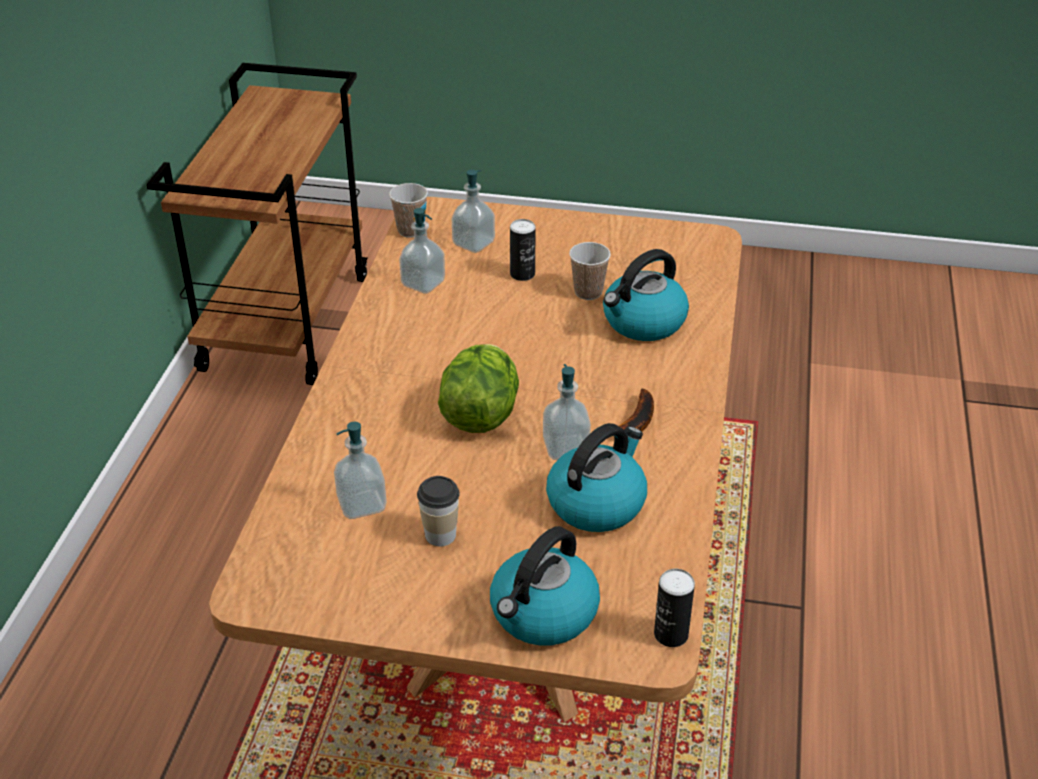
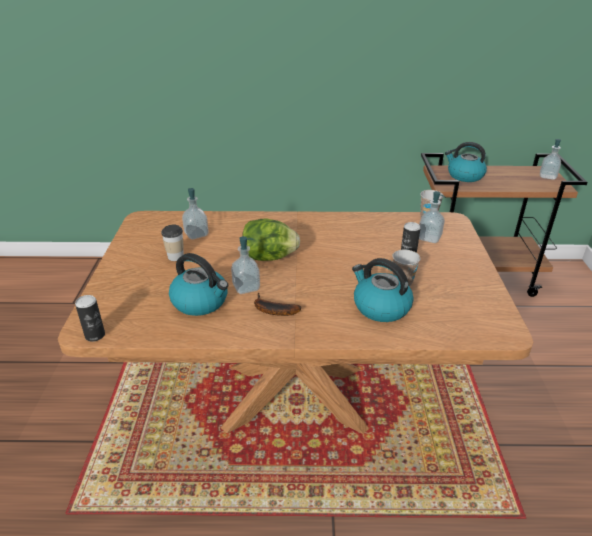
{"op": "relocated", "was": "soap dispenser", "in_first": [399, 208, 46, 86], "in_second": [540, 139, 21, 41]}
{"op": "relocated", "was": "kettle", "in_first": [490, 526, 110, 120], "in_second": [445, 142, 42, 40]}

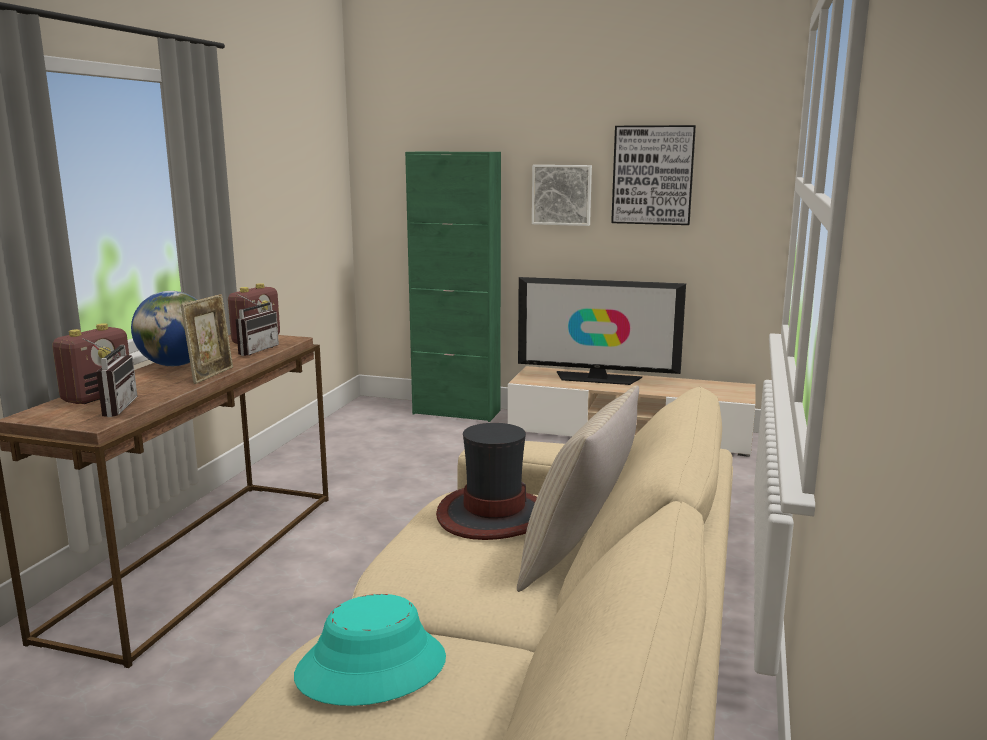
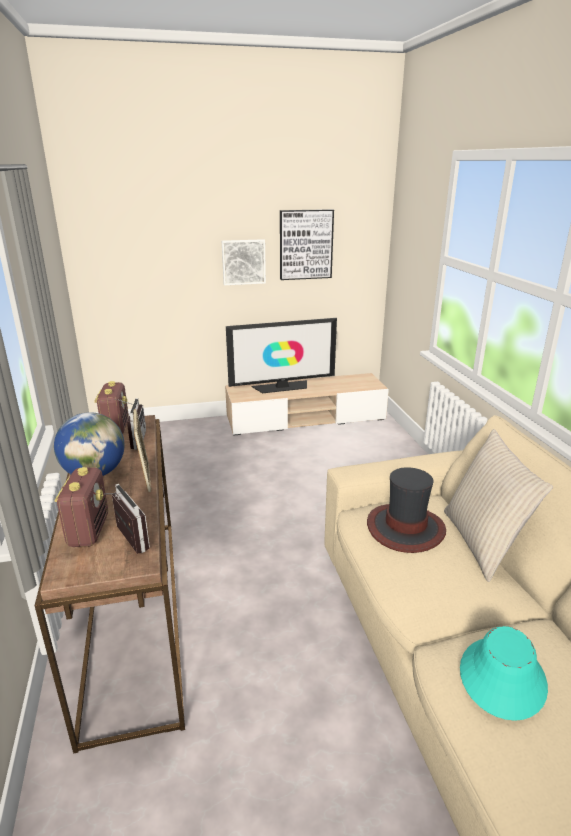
{"op": "missing", "was": "storage cabinet in greenish", "in_first": [405, 151, 96, 271]}

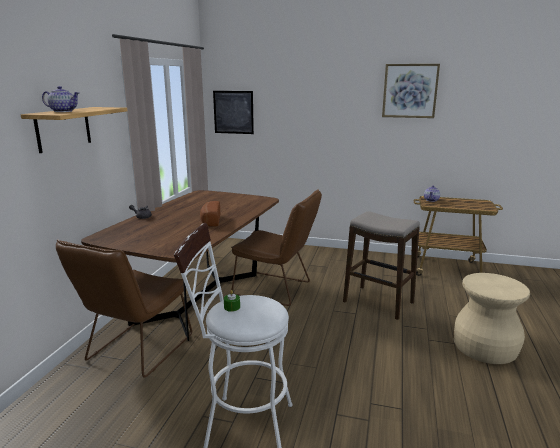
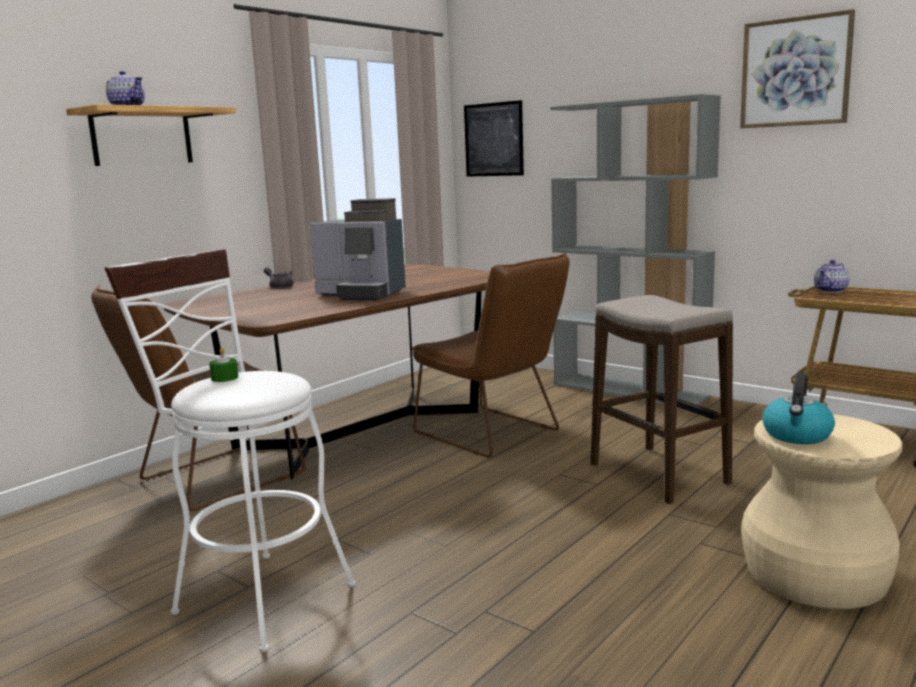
{"op": "appeared", "now": "bookcase in grey", "in_second": [550, 94, 171, 311]}
{"op": "appeared", "now": "kettle", "in_second": [762, 373, 73, 71]}
{"op": "exchanged", "was": "bakery bread", "now": "coffee maker", "in_first": [200, 201, 20, 26], "in_second": [310, 198, 96, 103]}

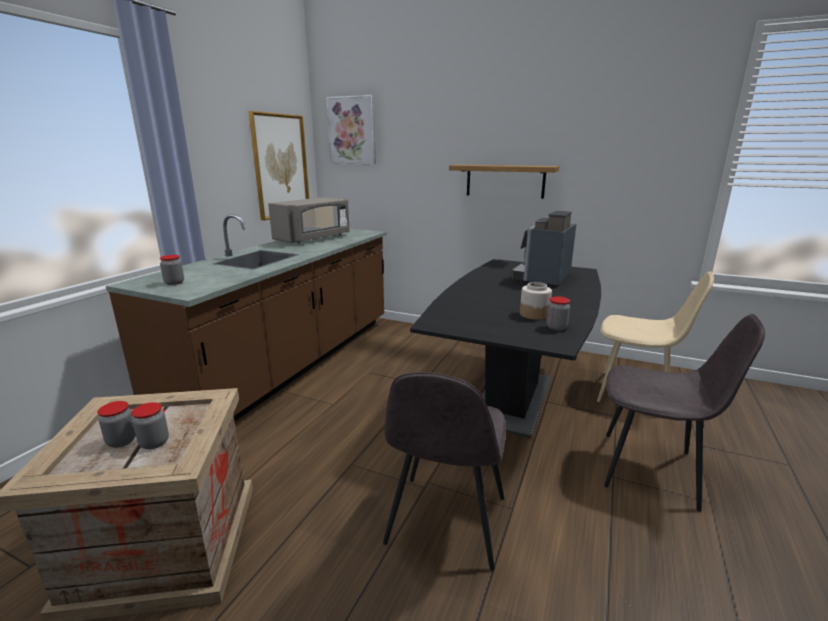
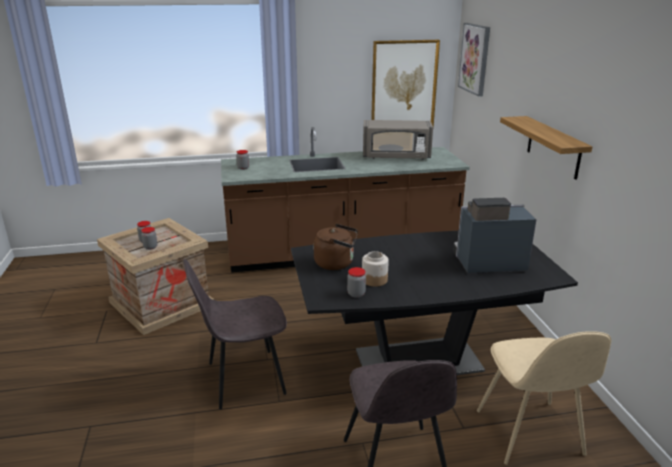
{"op": "appeared", "now": "kettle in brownish", "in_second": [314, 224, 44, 46]}

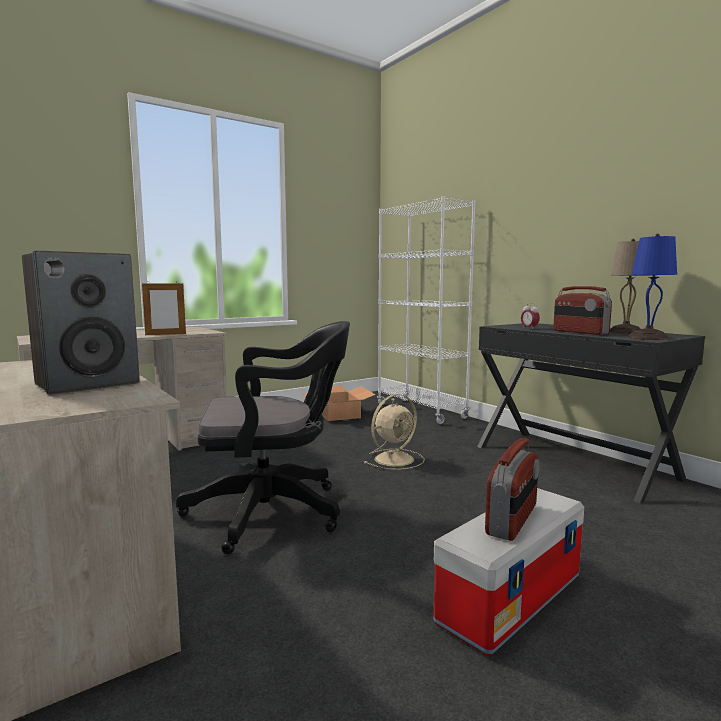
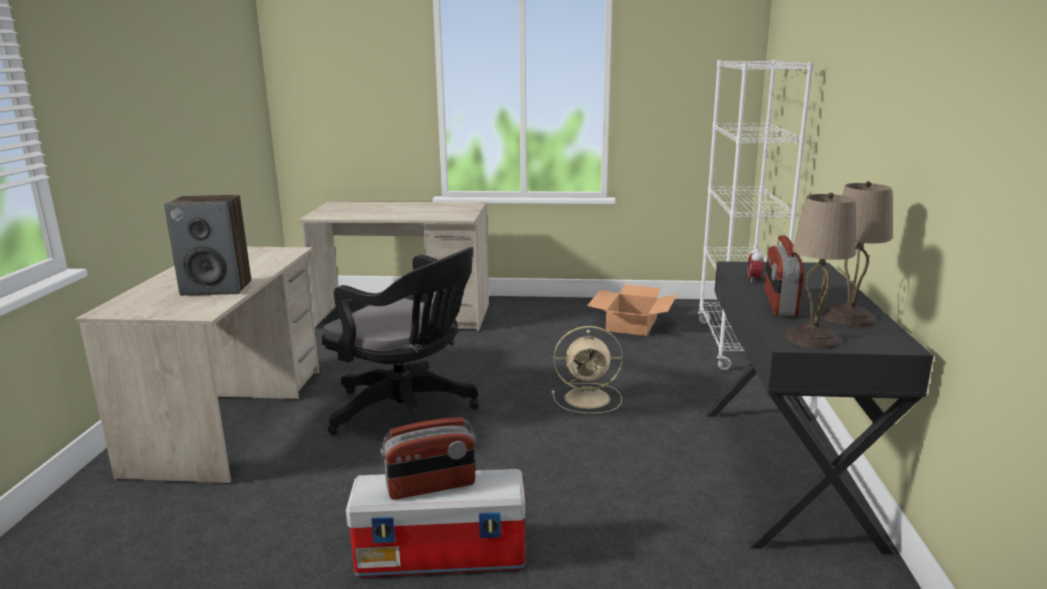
{"op": "missing", "was": "standing frame", "in_first": [142, 283, 44, 52]}
{"op": "colour", "was": "lamp for a table in blue", "now": "lamp for a table in beige-coloured", "in_first": [628, 234, 49, 106], "in_second": [784, 193, 71, 156]}

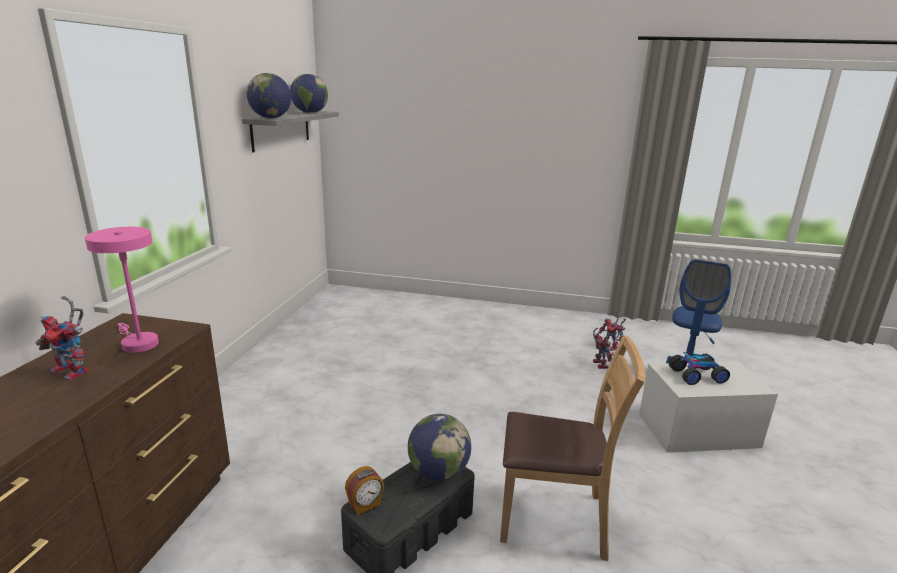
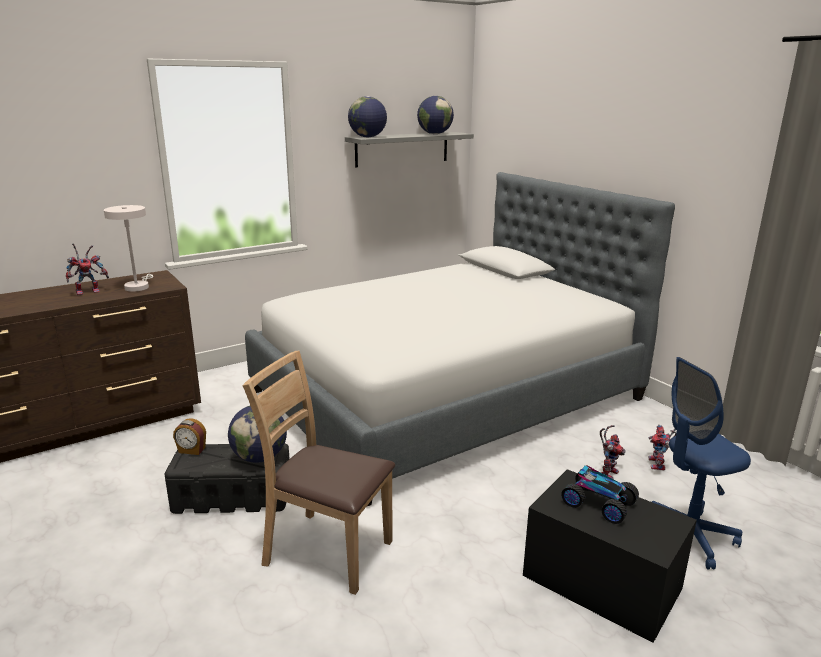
{"op": "appeared", "now": "sleeping bed", "in_second": [245, 172, 430, 334]}
{"op": "colour", "was": "lamp for a table in pink-coloured", "now": "lamp for a table in white-coloured", "in_first": [85, 227, 74, 126], "in_second": [104, 205, 50, 87]}
{"op": "colour", "was": "storage box in white-coloured", "now": "storage box in blackish", "in_first": [639, 361, 139, 92], "in_second": [523, 469, 174, 174]}
{"op": "spun", "was": "robot figure", "in_first": [35, 296, 54, 85], "in_second": [66, 243, 43, 53], "clockwise": -105}
{"op": "spun", "was": "plain chair in brownish", "in_first": [500, 335, 145, 226], "in_second": [243, 351, 152, 244], "clockwise": 150}

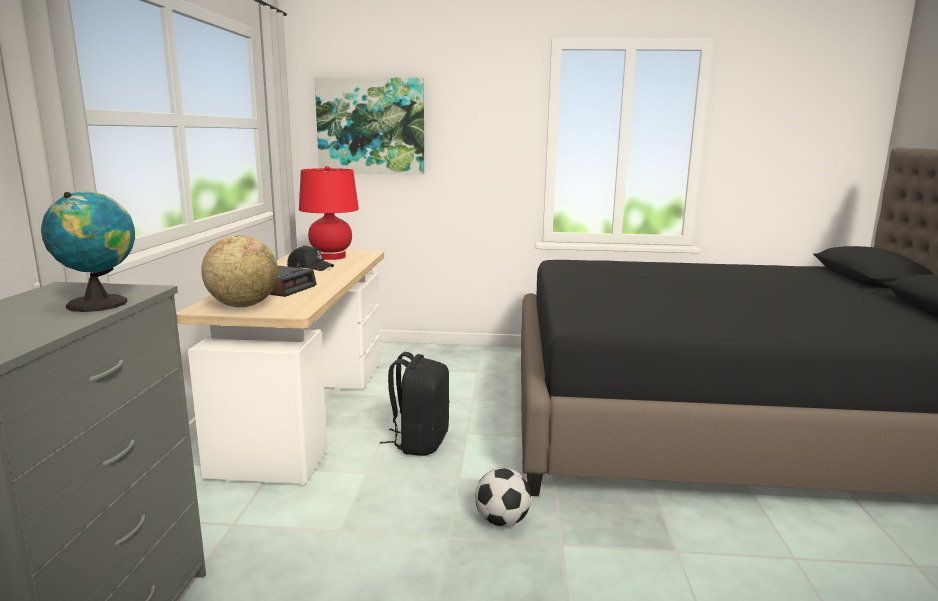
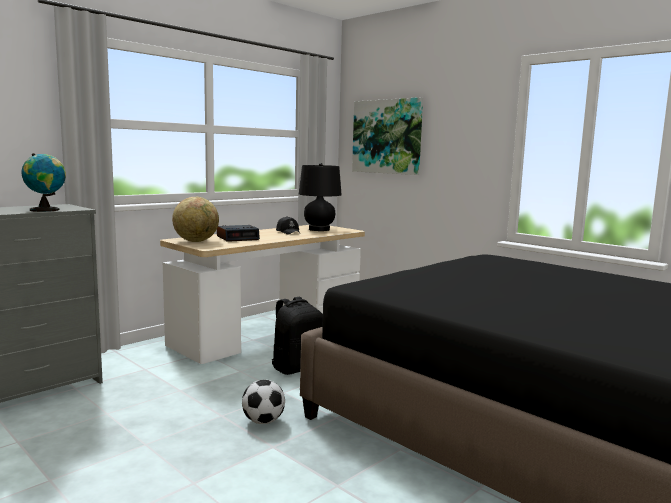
{"op": "colour", "was": "lamp for a table in red-coloured", "now": "lamp for a table in blackish", "in_first": [299, 166, 60, 94], "in_second": [299, 163, 43, 68]}

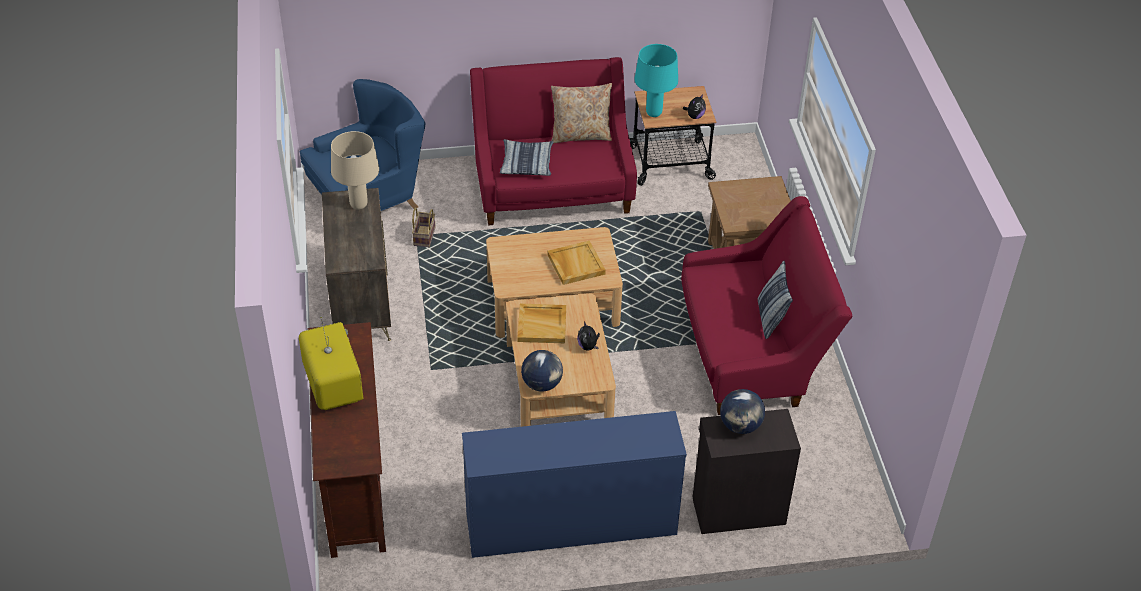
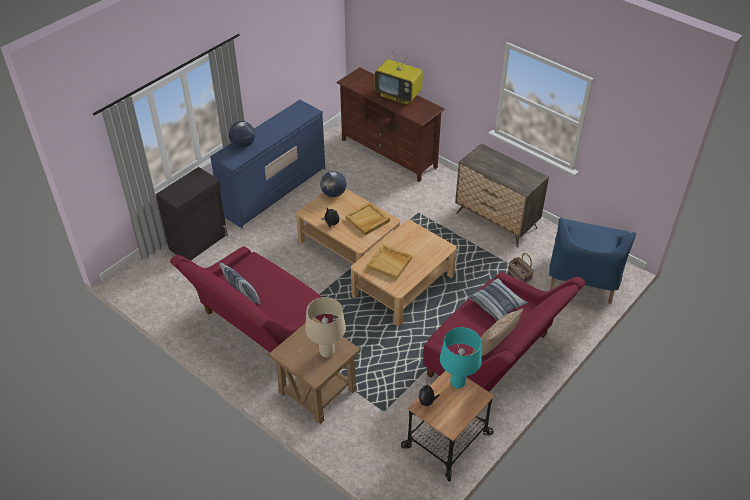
{"op": "relocated", "was": "lamp for a table in beige-coloured", "in_first": [331, 131, 48, 79], "in_second": [305, 297, 41, 61]}
{"op": "relocated", "was": "world globe", "in_first": [720, 389, 45, 45], "in_second": [229, 121, 26, 27]}

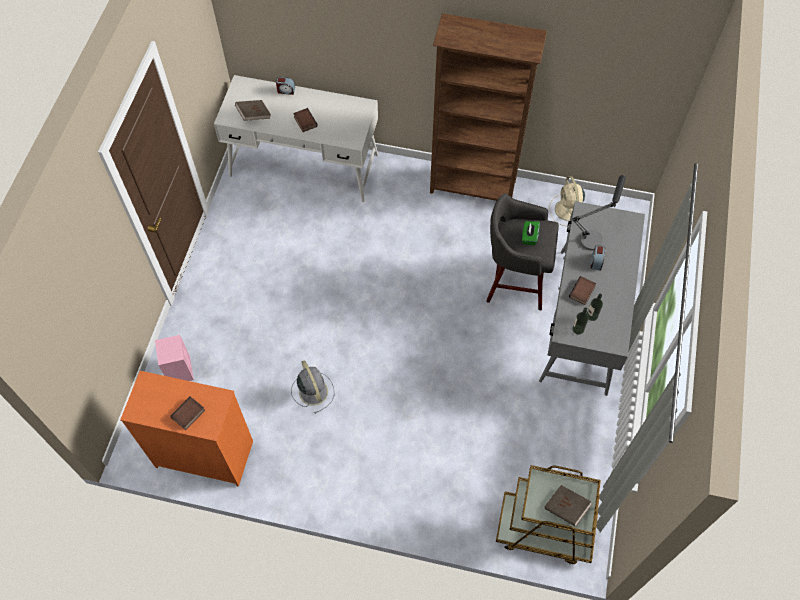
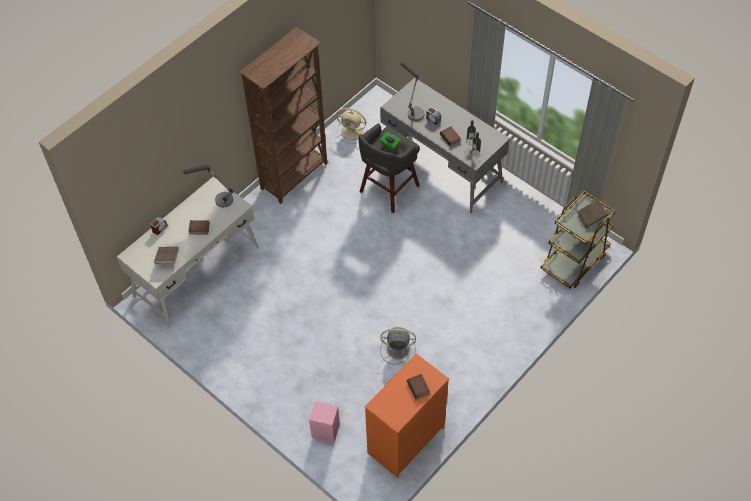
{"op": "appeared", "now": "lamp for a table", "in_second": [183, 164, 51, 43]}

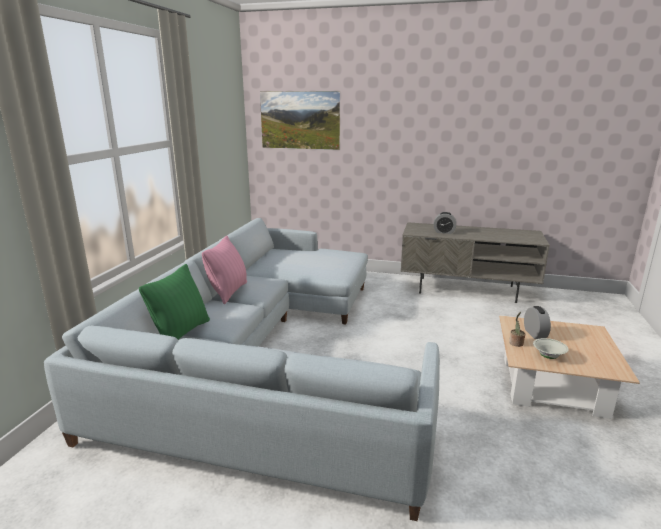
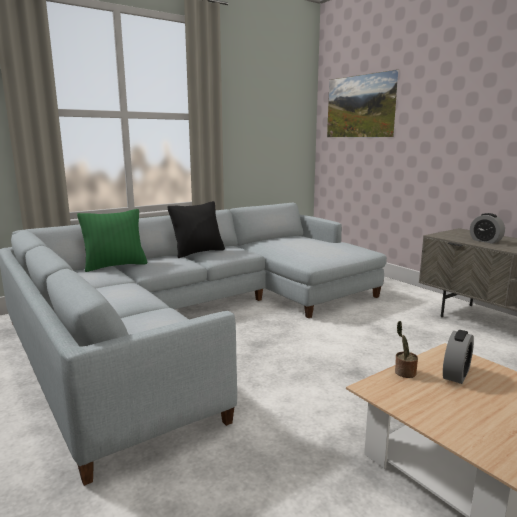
{"op": "missing", "was": "bowl in white-coloured", "in_first": [533, 338, 36, 21]}
{"op": "colour", "was": "throw pillow in pink-coloured", "now": "throw pillow in blackish", "in_first": [202, 236, 45, 68], "in_second": [168, 201, 57, 57]}

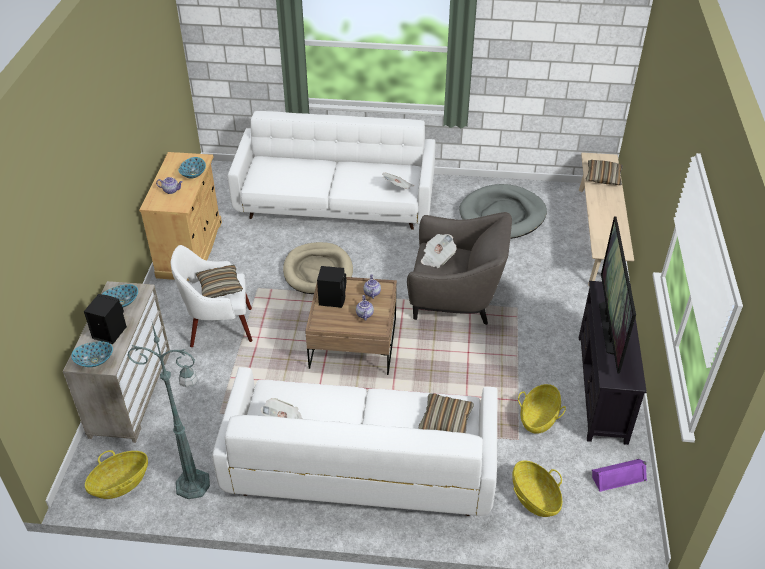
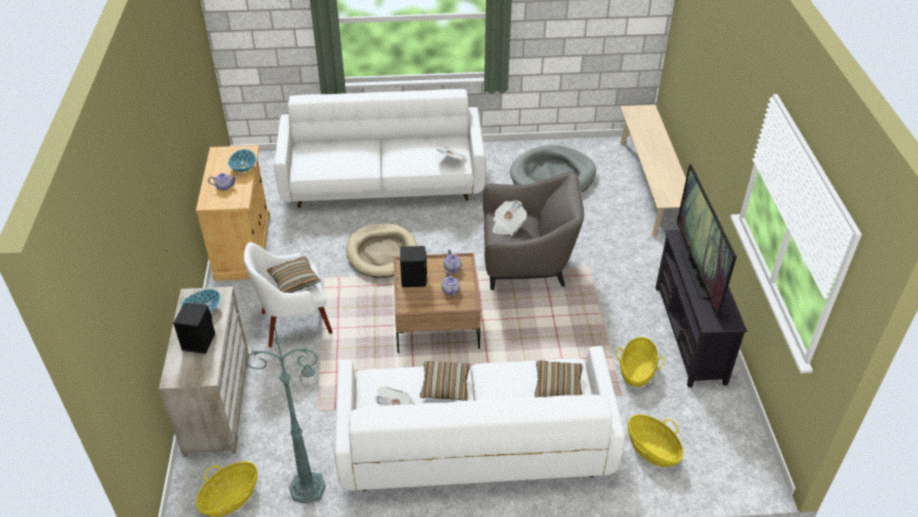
{"op": "missing", "was": "bowl", "in_first": [71, 342, 42, 25]}
{"op": "missing", "was": "speaker in purplish", "in_first": [592, 459, 55, 33]}
{"op": "relocated", "was": "throw pillow", "in_first": [586, 160, 37, 25], "in_second": [420, 361, 50, 40]}

